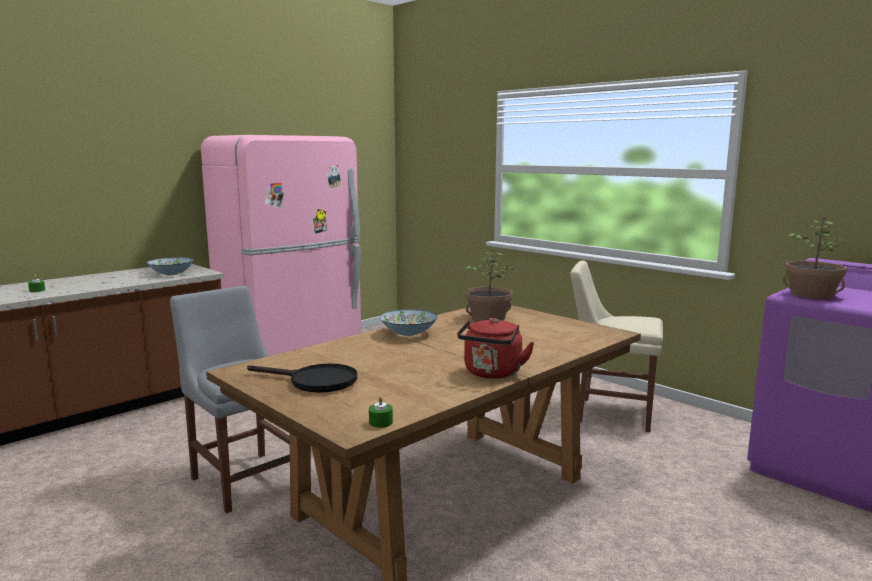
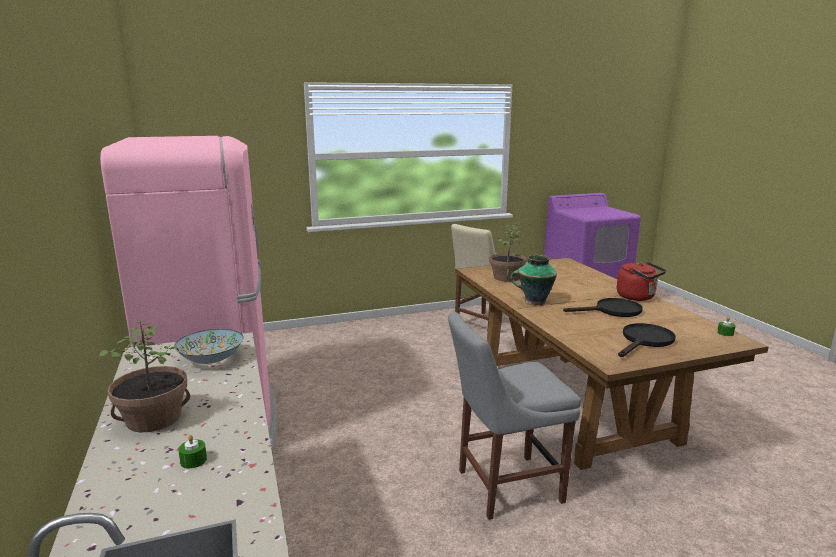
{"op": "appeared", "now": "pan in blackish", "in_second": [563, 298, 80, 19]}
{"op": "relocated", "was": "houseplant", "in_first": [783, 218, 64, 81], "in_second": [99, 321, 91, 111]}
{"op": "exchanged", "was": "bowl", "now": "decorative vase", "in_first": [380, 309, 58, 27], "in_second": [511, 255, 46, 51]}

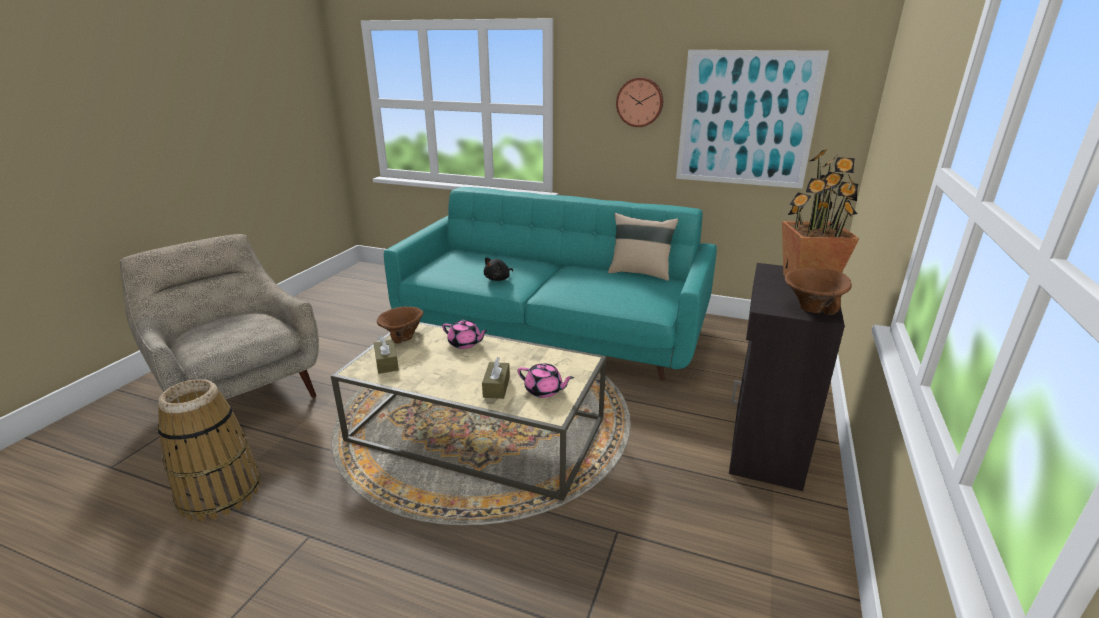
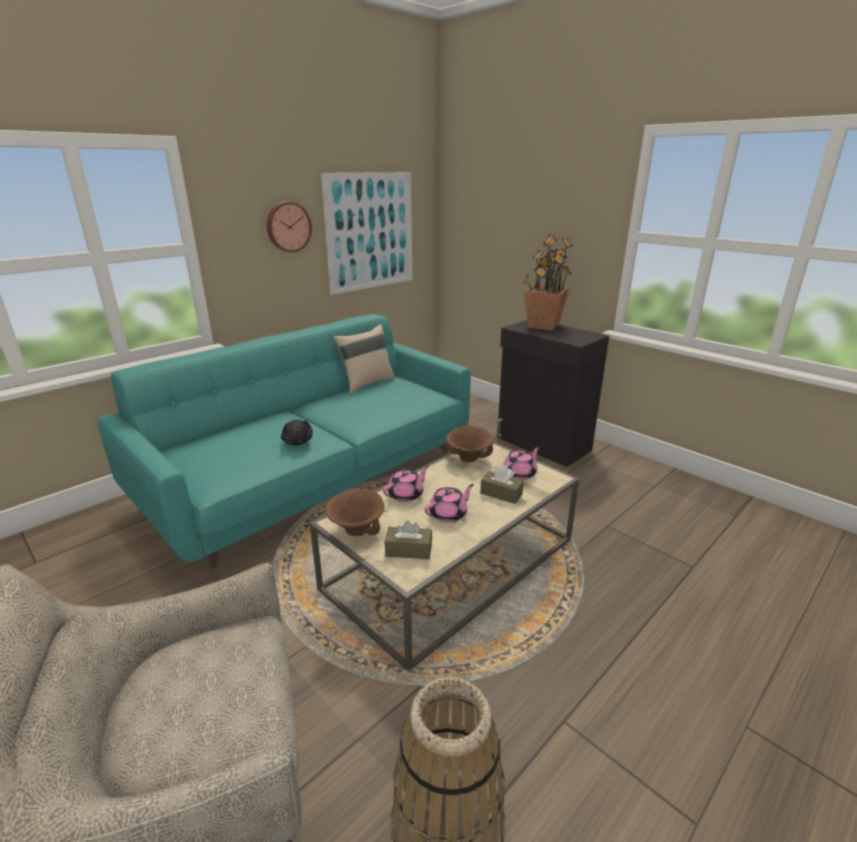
{"op": "appeared", "now": "pot for tea in pink-coloured", "in_second": [424, 484, 50, 38]}
{"op": "relocated", "was": "bowl in brownish", "in_first": [785, 268, 67, 47], "in_second": [446, 425, 48, 38]}

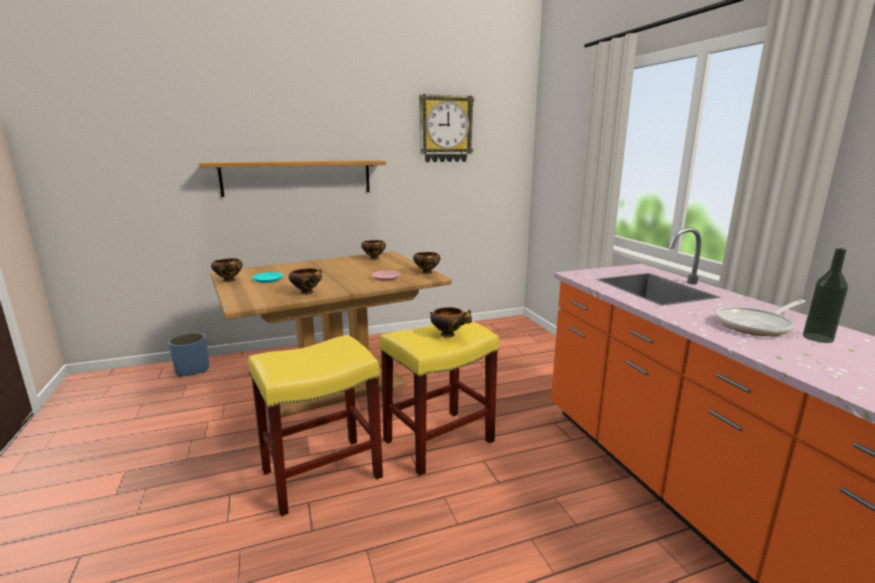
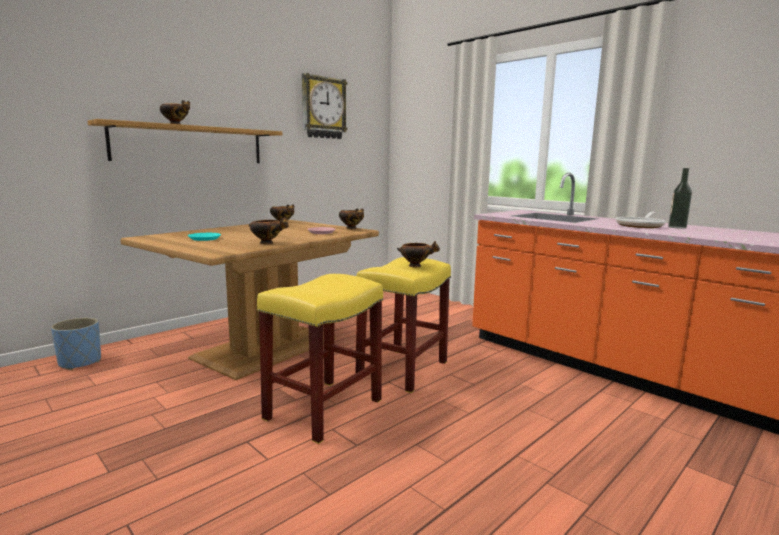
{"op": "relocated", "was": "bowl", "in_first": [211, 258, 32, 24], "in_second": [160, 100, 30, 24]}

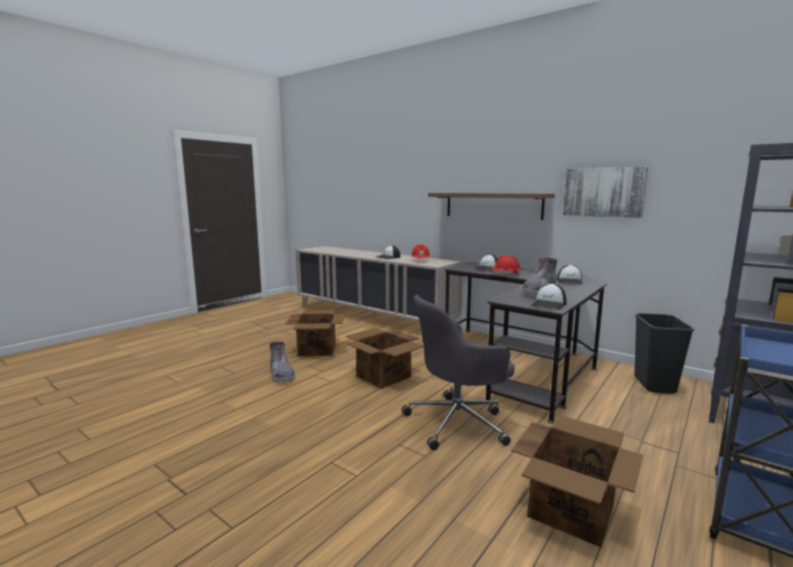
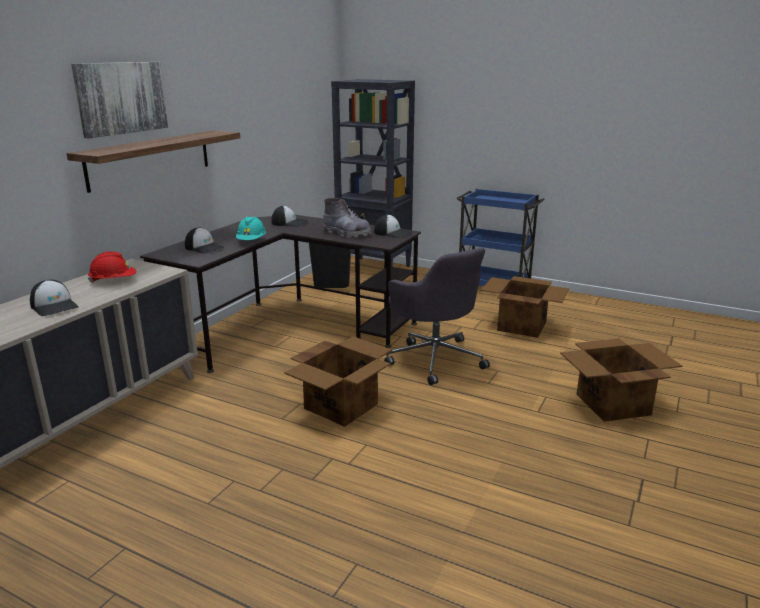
{"op": "missing", "was": "tall boot in grey", "in_first": [270, 341, 25, 42]}
{"op": "relocated", "was": "cardboard box", "in_first": [285, 310, 59, 46], "in_second": [560, 339, 122, 83]}
{"op": "relocated", "was": "picture", "in_first": [563, 167, 85, 51], "in_second": [71, 62, 97, 76]}
{"op": "colour", "was": "safety helmet in red-coloured", "now": "safety helmet in turquoise-coloured", "in_first": [491, 255, 30, 21], "in_second": [236, 217, 30, 23]}

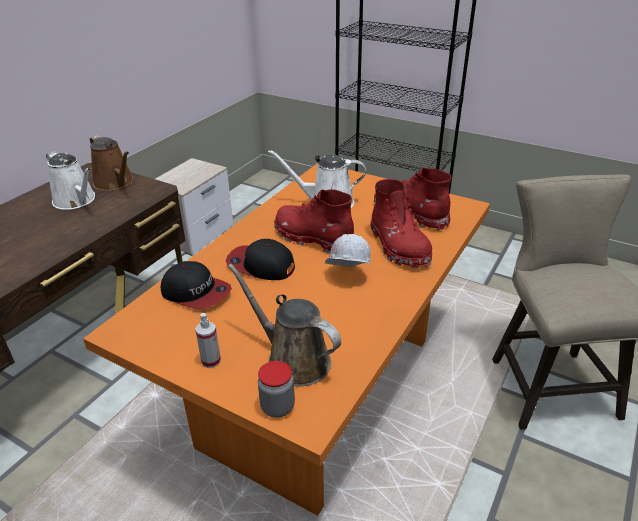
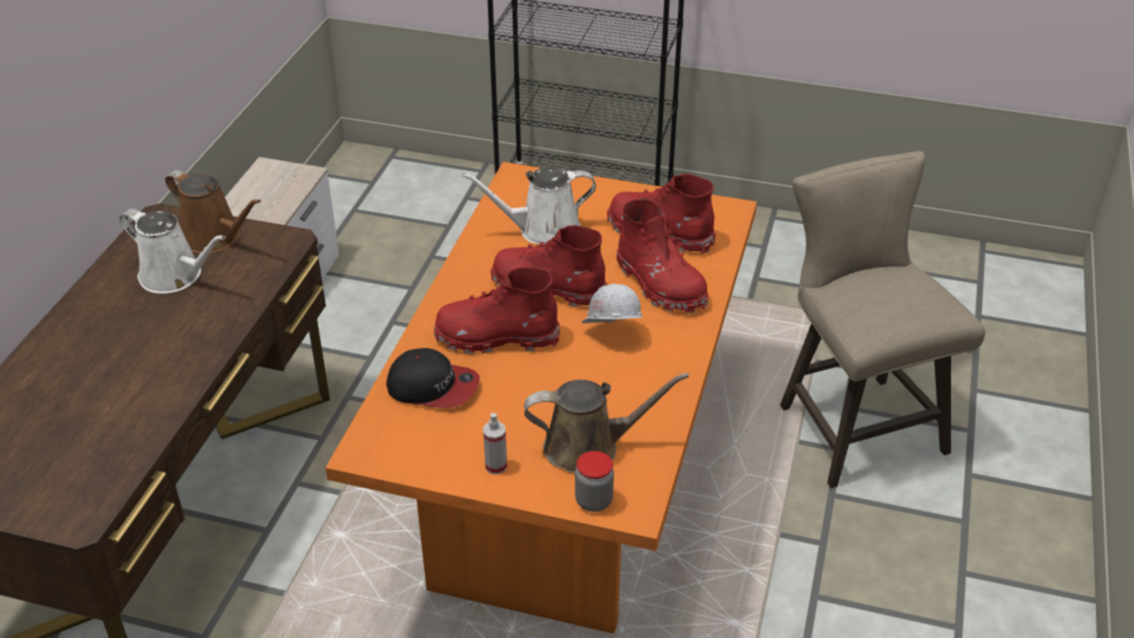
{"op": "exchanged", "was": "baseball cap", "now": "tall boot in red-coloured", "in_first": [226, 239, 69, 41], "in_second": [434, 267, 126, 87]}
{"op": "spun", "was": "sprinkling can in brownish", "in_first": [228, 264, 113, 122], "in_second": [524, 373, 165, 101], "clockwise": 150}

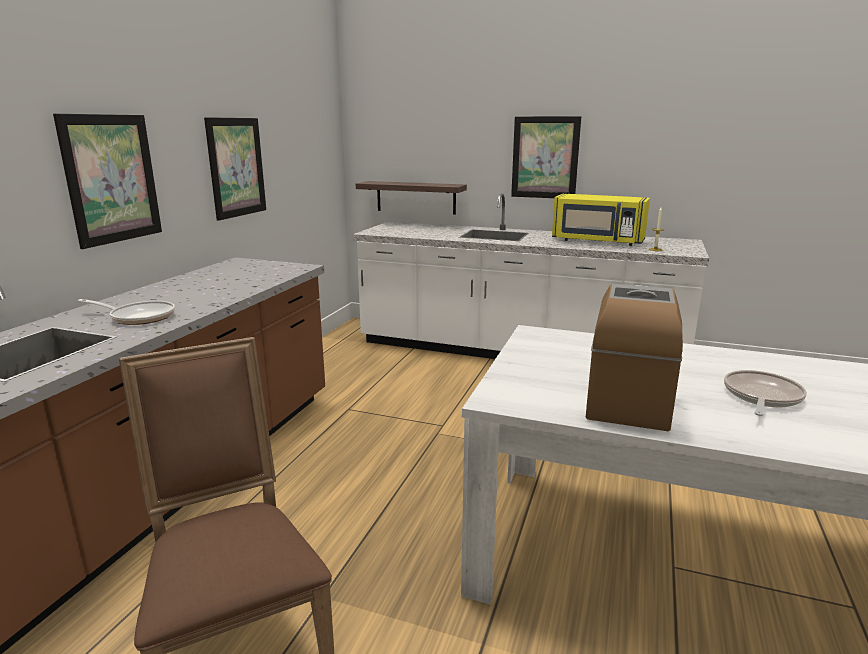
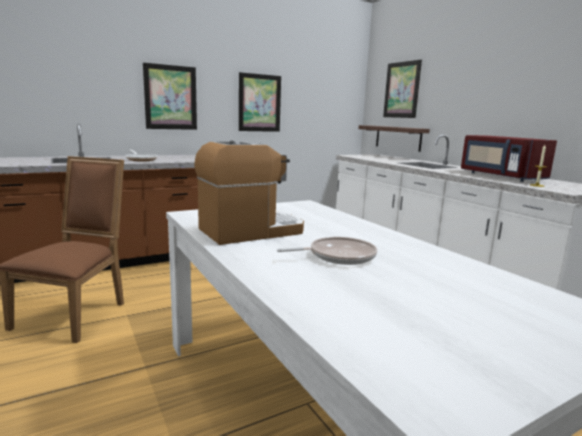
{"op": "relocated", "was": "picture", "in_first": [511, 116, 70, 82], "in_second": [383, 60, 39, 58]}
{"op": "colour", "was": "microwave in yellow", "now": "microwave in red-coloured", "in_first": [552, 194, 98, 52], "in_second": [461, 135, 96, 47]}

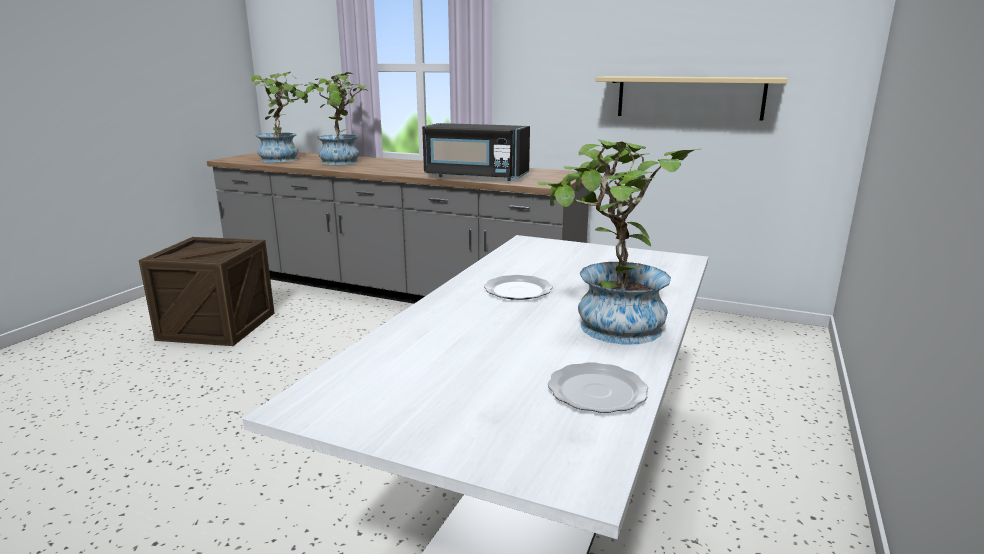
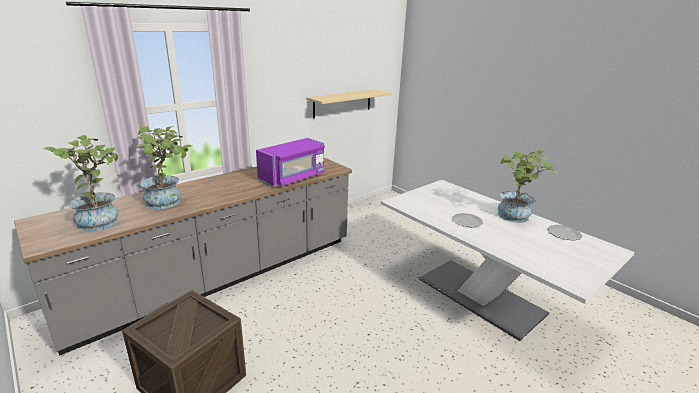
{"op": "colour", "was": "microwave in blackish", "now": "microwave in purplish", "in_first": [422, 123, 108, 58], "in_second": [256, 138, 69, 48]}

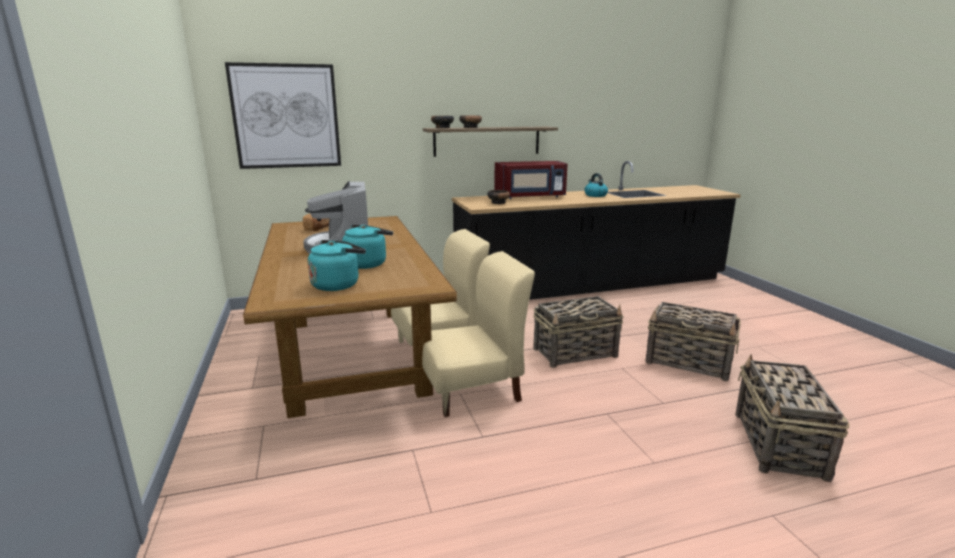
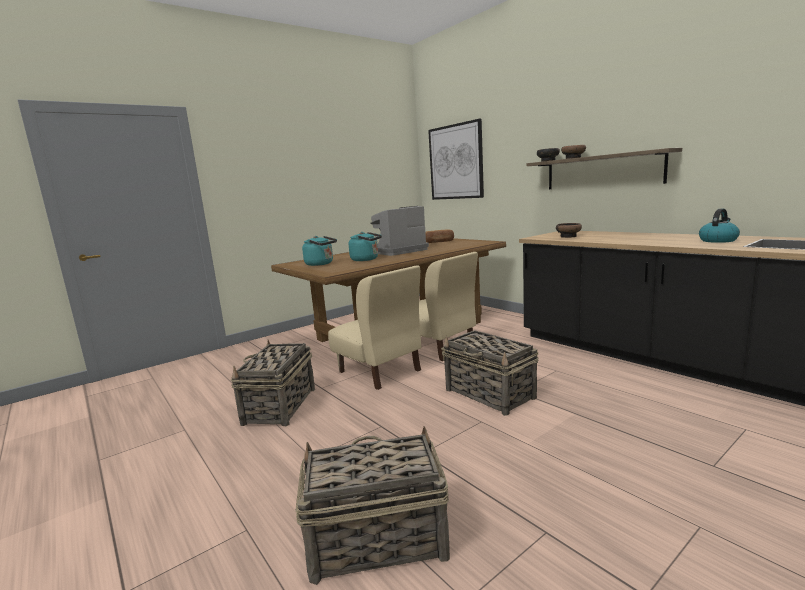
{"op": "missing", "was": "microwave in red-coloured", "in_first": [494, 161, 73, 38]}
{"op": "relocated", "was": "household basket", "in_first": [645, 302, 96, 79], "in_second": [231, 340, 84, 86]}

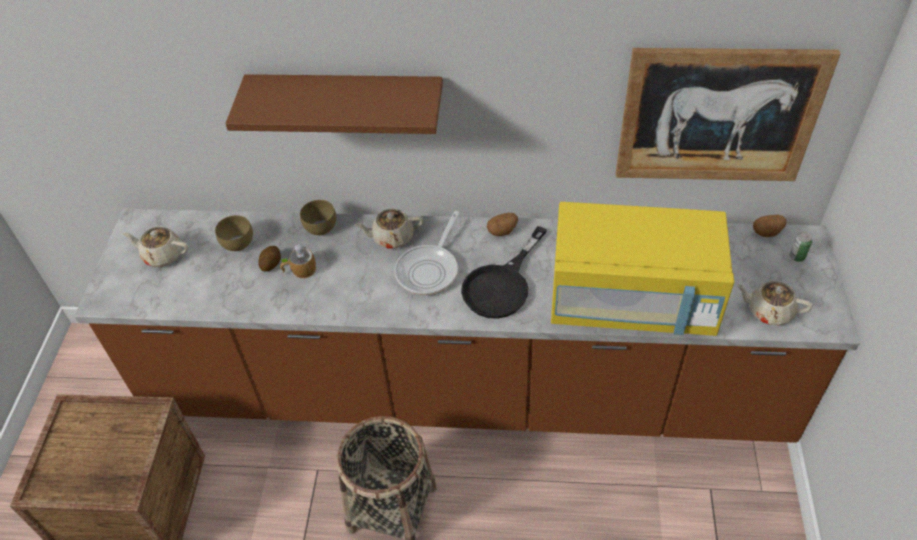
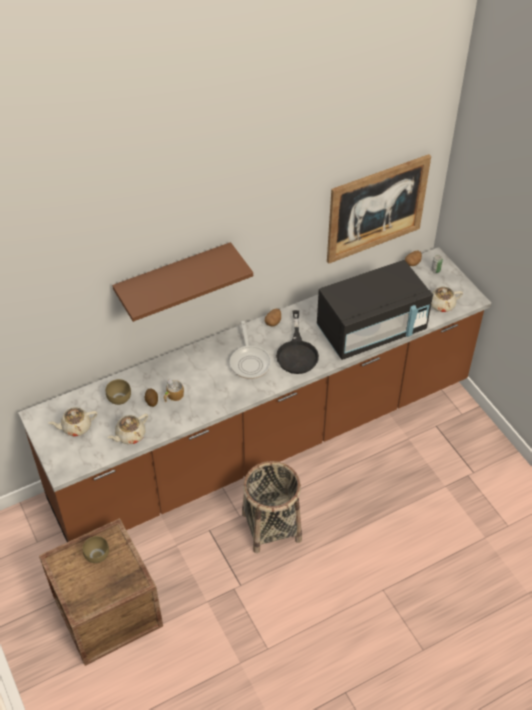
{"op": "relocated", "was": "bowl in brownish", "in_first": [300, 200, 36, 35], "in_second": [83, 536, 26, 27]}
{"op": "relocated", "was": "pot for tea in beige-coloured", "in_first": [355, 209, 68, 39], "in_second": [107, 413, 41, 32]}
{"op": "colour", "was": "microwave in yellow", "now": "microwave in blackish", "in_first": [551, 202, 183, 134], "in_second": [317, 260, 116, 100]}

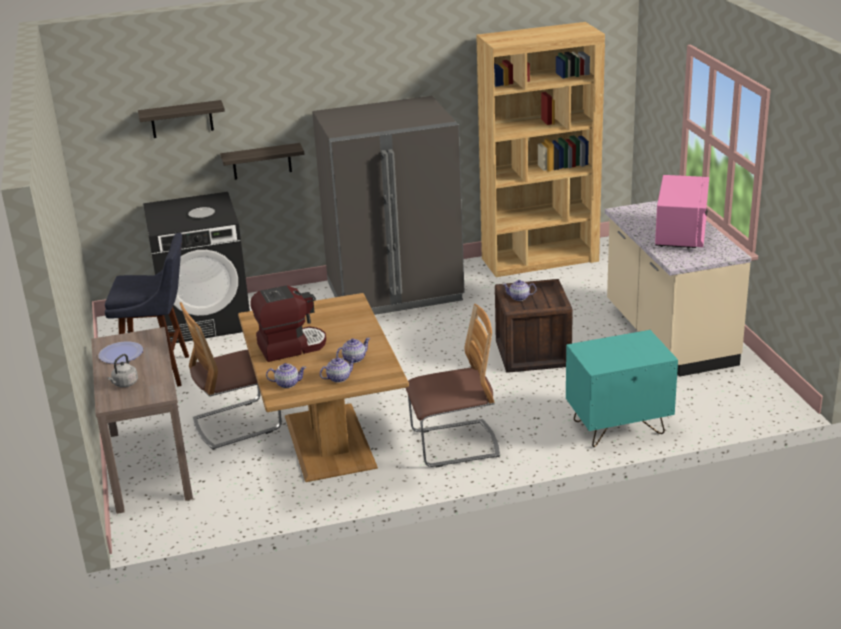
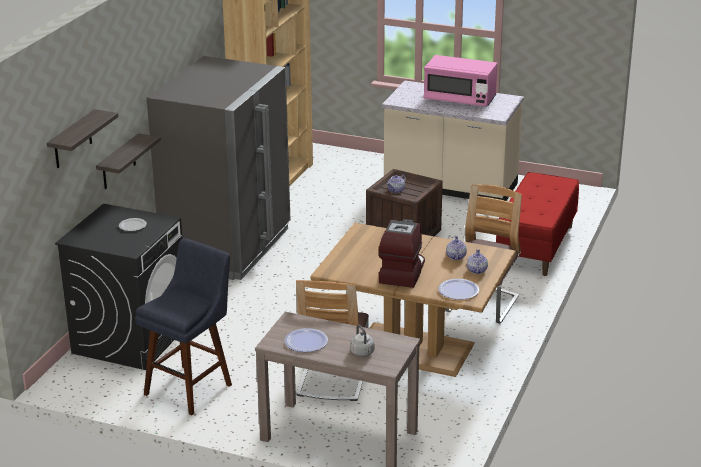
{"op": "exchanged", "was": "pot for tea", "now": "dinner plate", "in_first": [266, 363, 40, 25], "in_second": [438, 279, 41, 21]}
{"op": "exchanged", "was": "night table in turquoise-coloured", "now": "long seat in red-coloured", "in_first": [566, 330, 112, 117], "in_second": [496, 172, 83, 104]}
{"op": "spun", "was": "microwave in pink-coloured", "in_first": [655, 175, 54, 74], "in_second": [423, 55, 74, 52], "clockwise": 150}

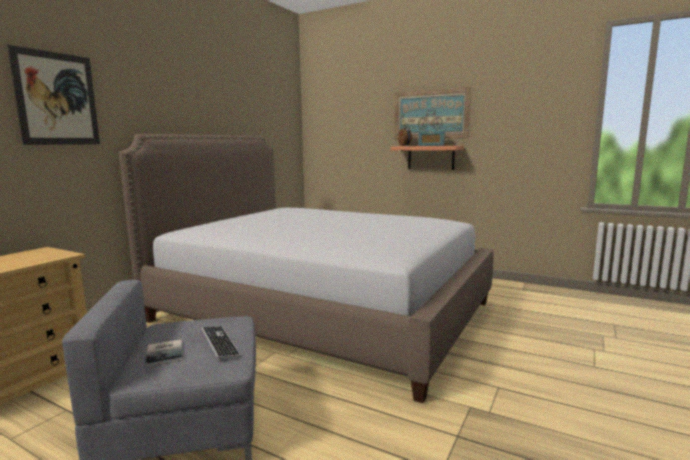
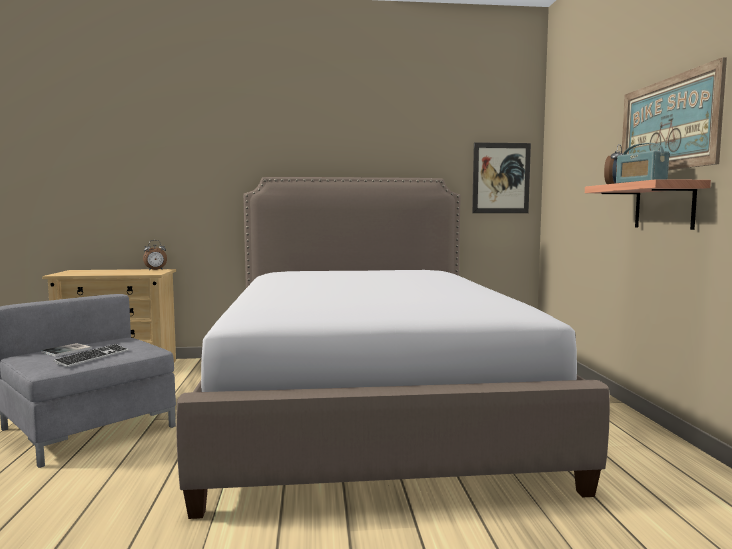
{"op": "appeared", "now": "bedside clock", "in_second": [143, 240, 24, 30]}
{"op": "relocated", "was": "picture", "in_first": [7, 45, 93, 100], "in_second": [472, 142, 59, 71]}

